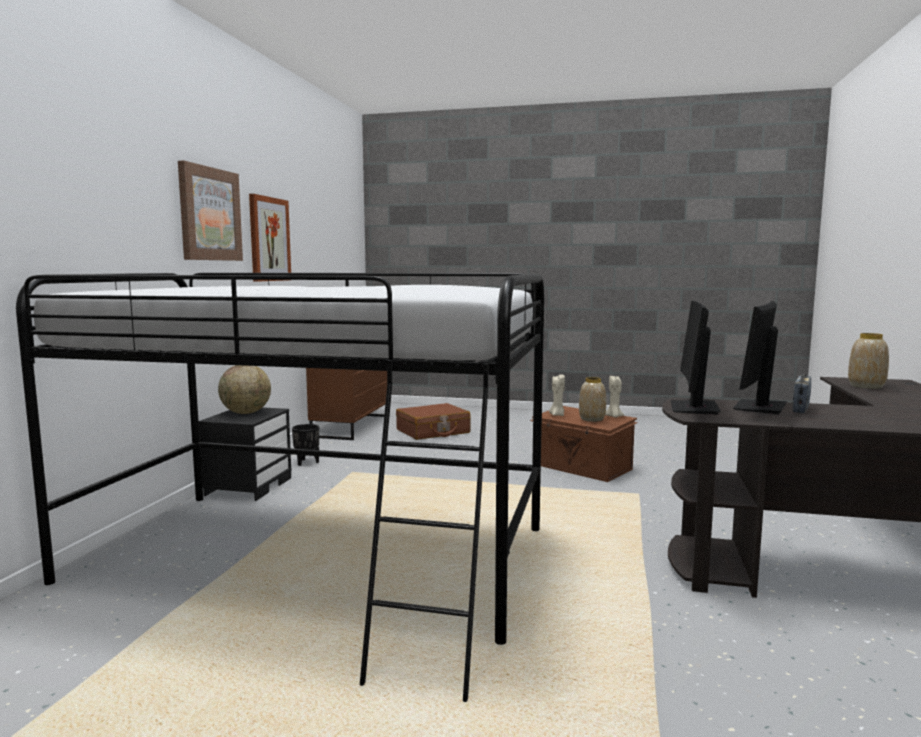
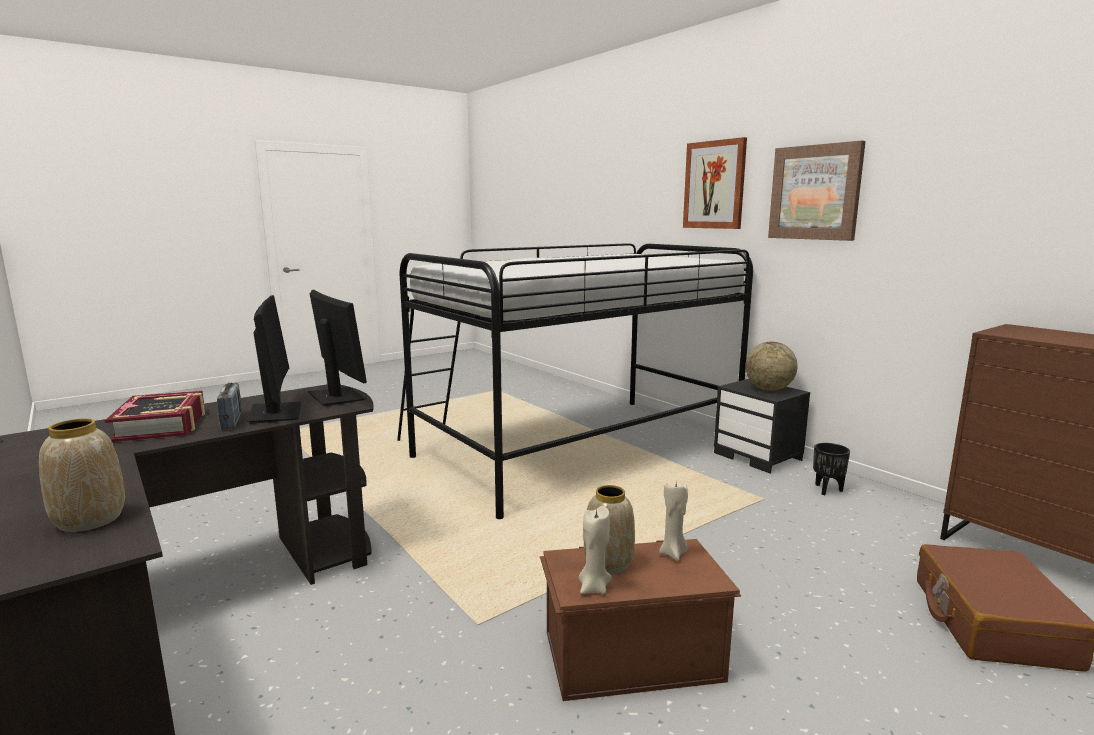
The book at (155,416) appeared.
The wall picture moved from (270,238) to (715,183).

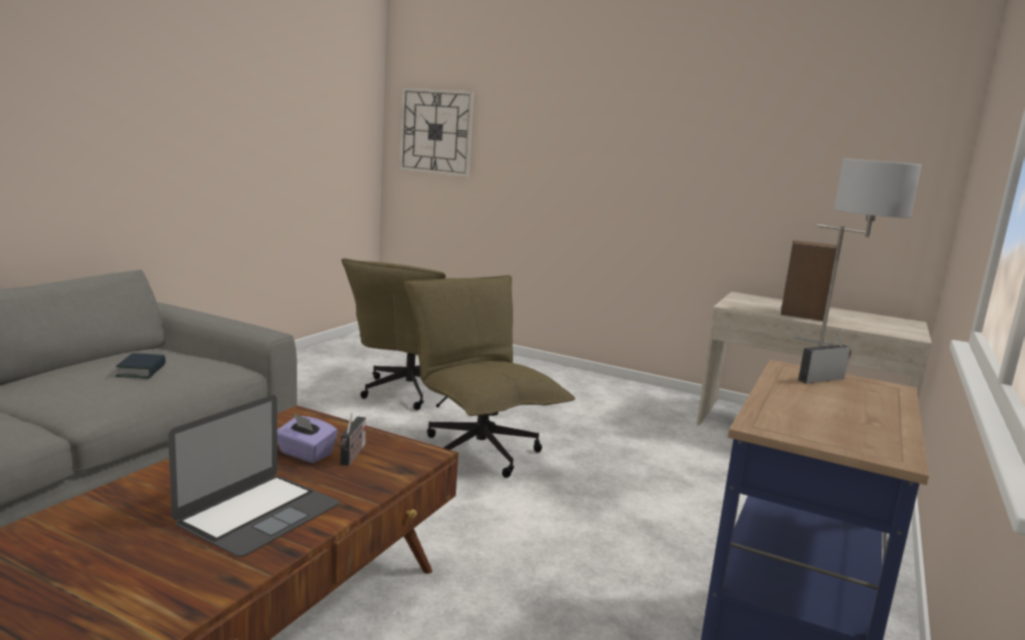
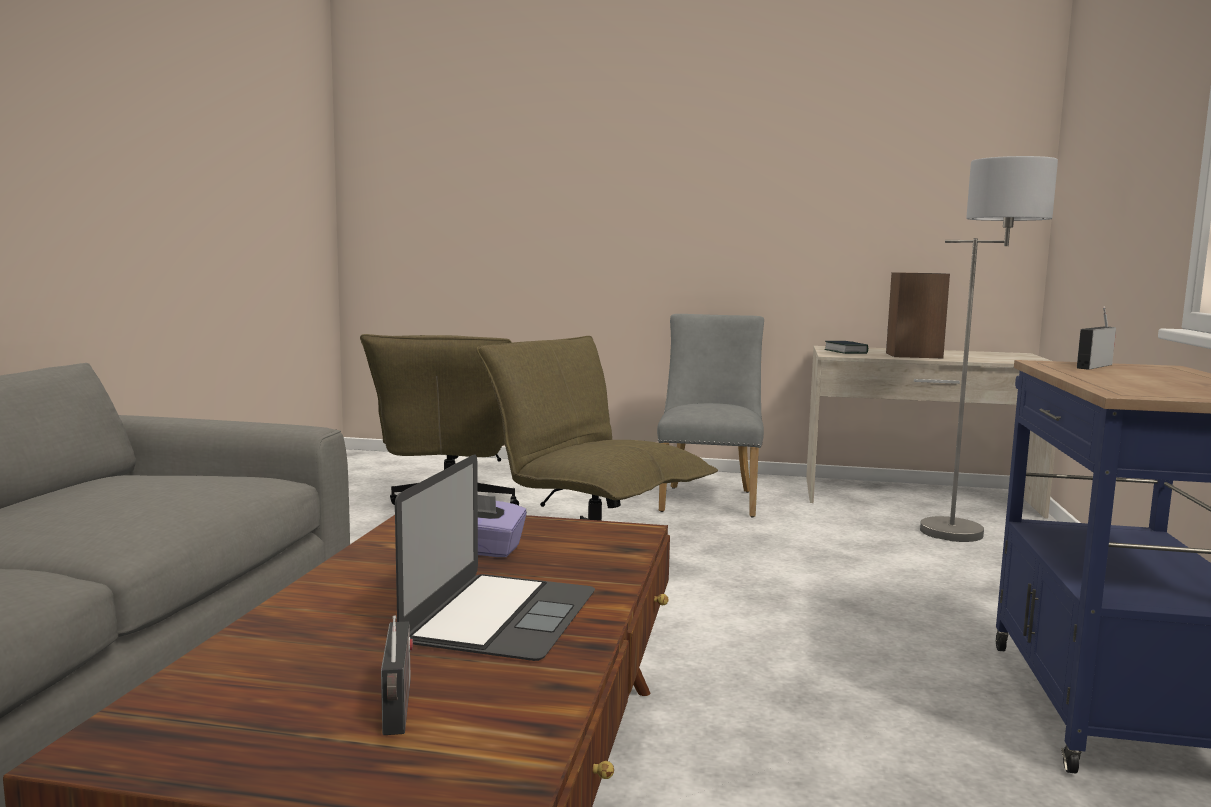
The hanging clock at (436,132) disappeared.
The plain chair in greyish at (710,415) appeared.
The book moved from (140,365) to (846,347).
The radio receiver moved from (353,439) to (397,675).

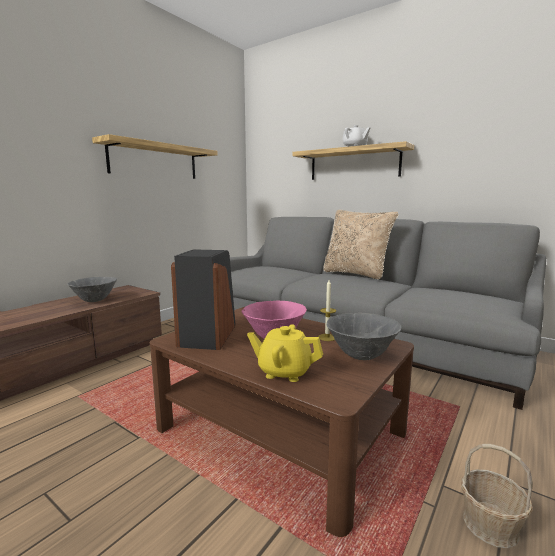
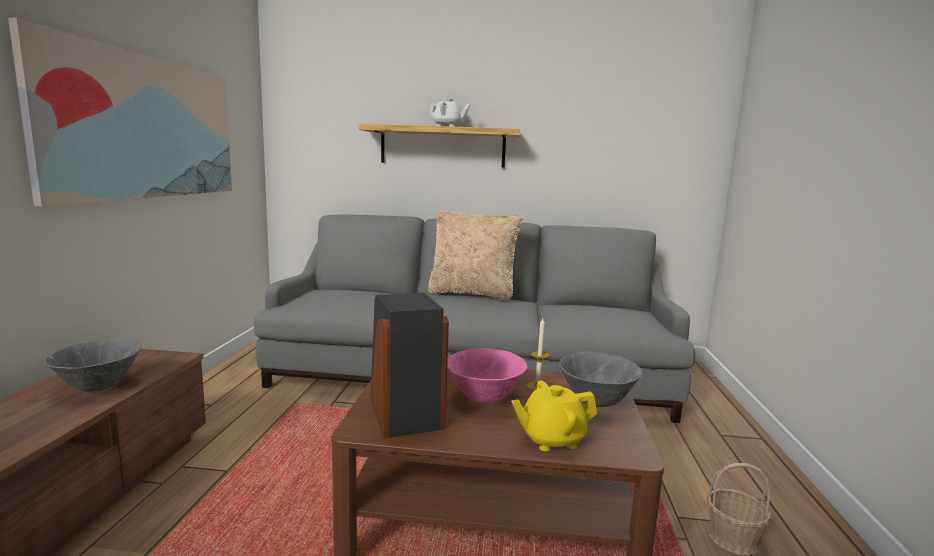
The bracket shelf at (155,156) was replaced by the wall picture at (120,112).

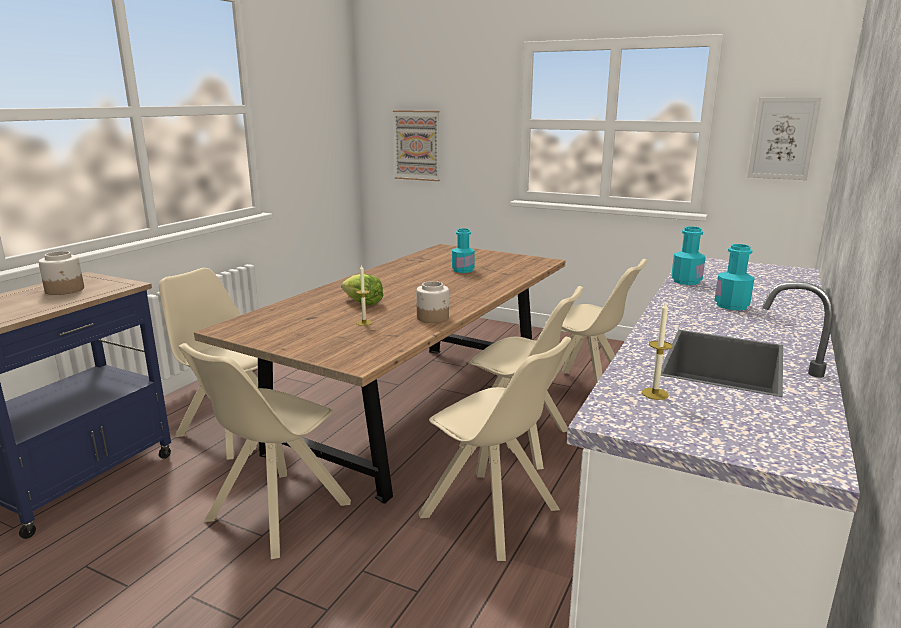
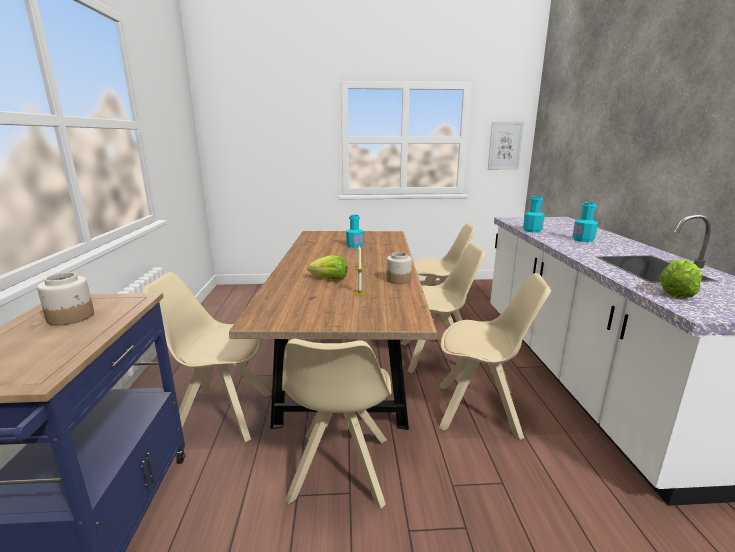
The wall picture at (416,145) disappeared.
The candle at (657,351) was replaced by the lettuce head at (680,279).

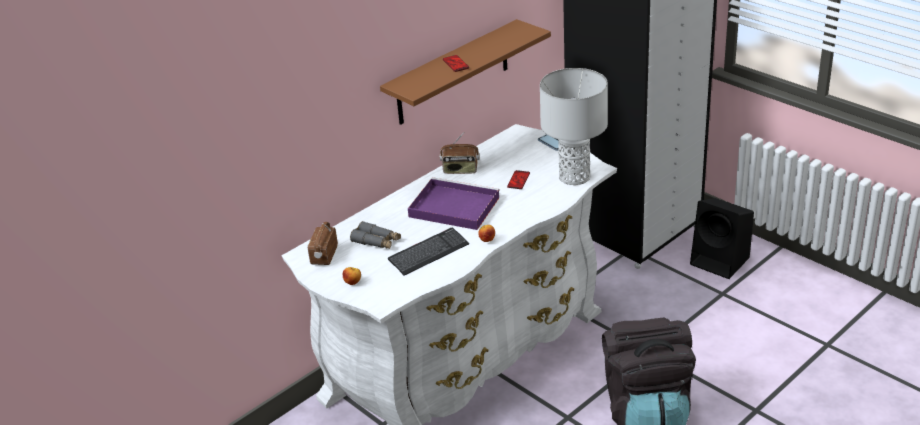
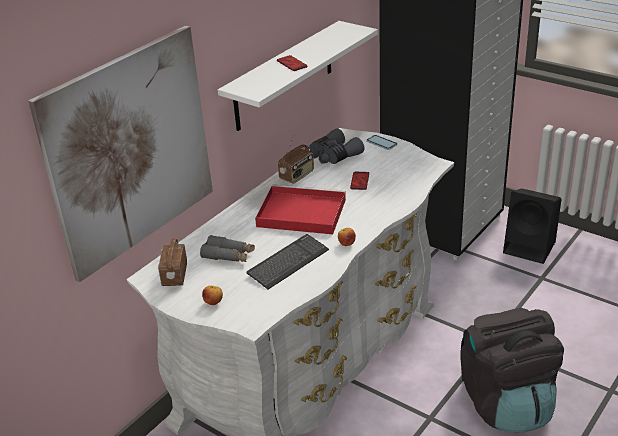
The tabletop lamp in white at (574,126) disappeared.
The wall picture at (120,154) appeared.
The field glasses in greyish at (336,146) appeared.
The bracket shelf in brownish at (465,72) became the bracket shelf in white at (298,76).
The serving tray in purple-coloured at (454,203) became the serving tray in red-coloured at (300,209).
The radio receiver at (460,153) turned 45 degrees counterclockwise.

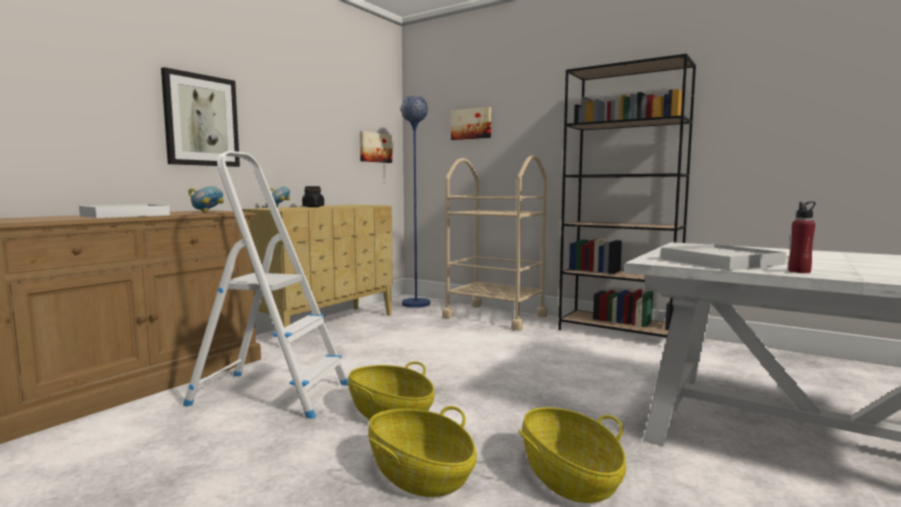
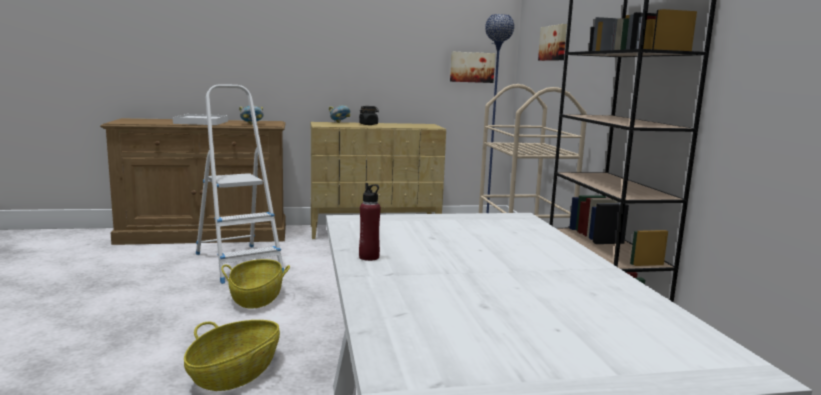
The wall picture at (200,117) disappeared.
The household basket at (422,451) disappeared.
The serving tray in white at (724,257) disappeared.

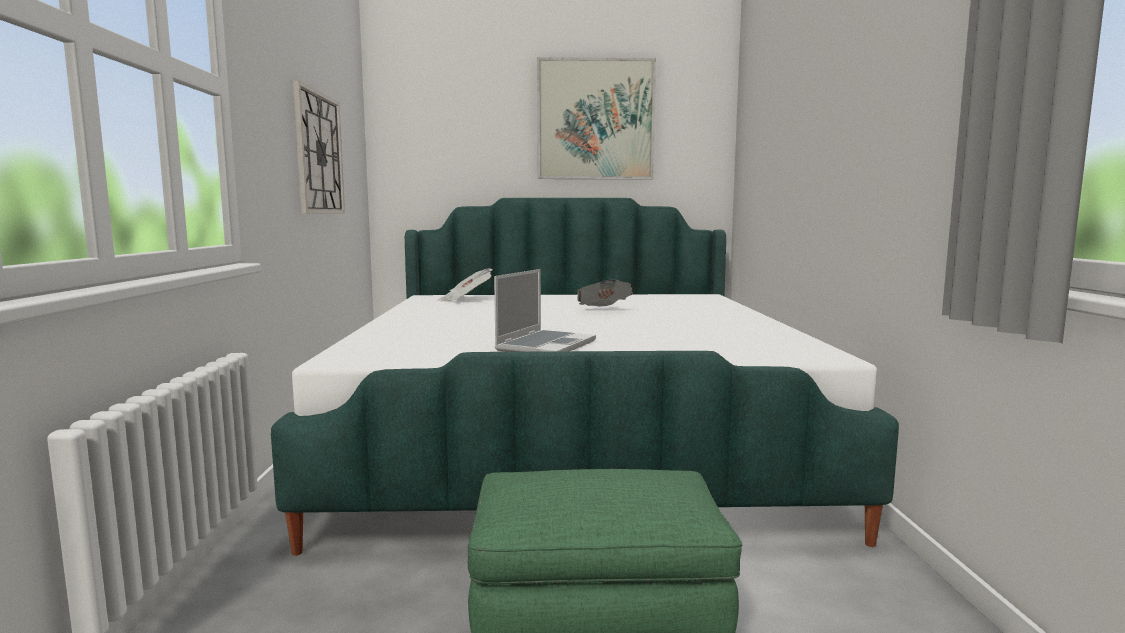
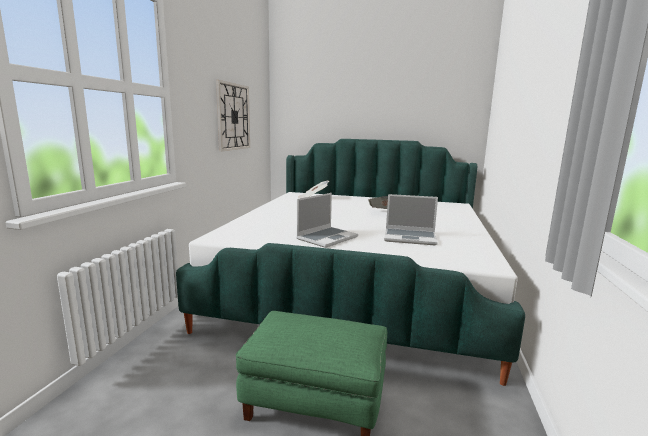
The wall picture at (596,118) disappeared.
The portable computer at (411,219) appeared.

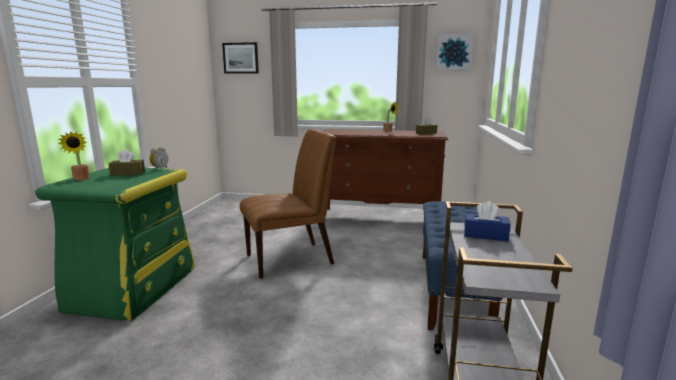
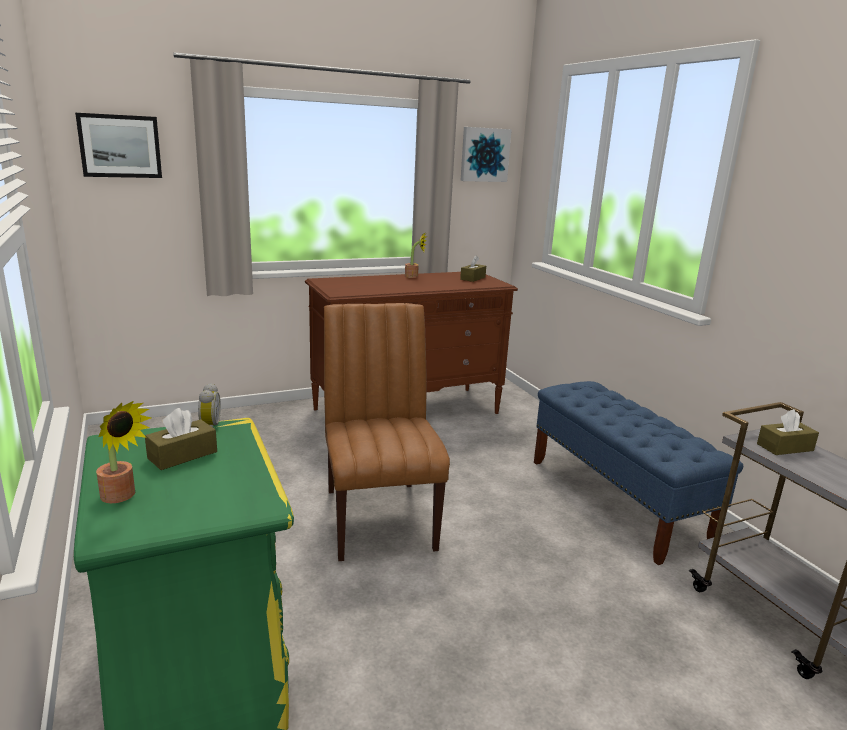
The box of tissues in bluish at (487,221) became the box of tissues in brownish at (788,432).
The plain chair in brownish at (288,204) turned 45 degrees counterclockwise.

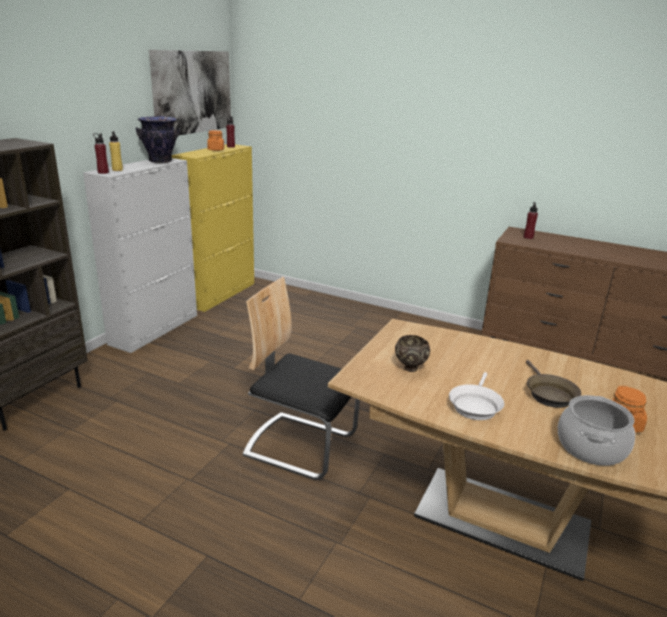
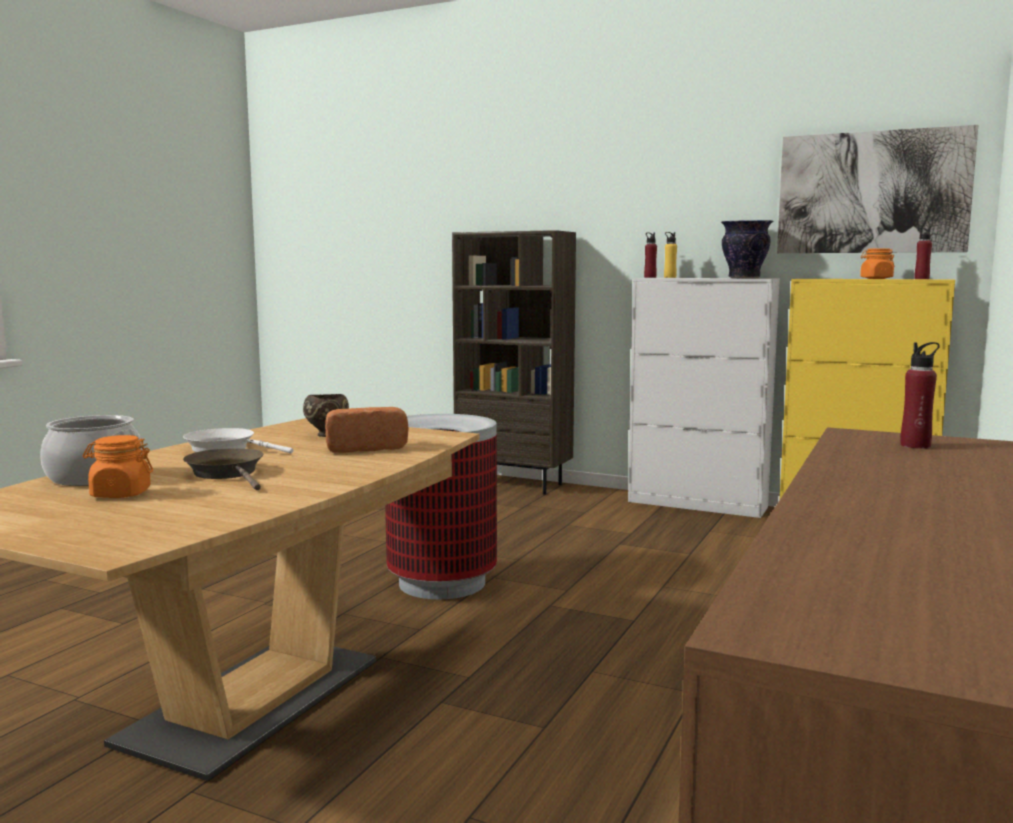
The baked bread at (366,430) appeared.
The plain chair at (301,378) was replaced by the waste bin at (441,506).
The frying pan in brownish at (553,384) turned 60 degrees clockwise.

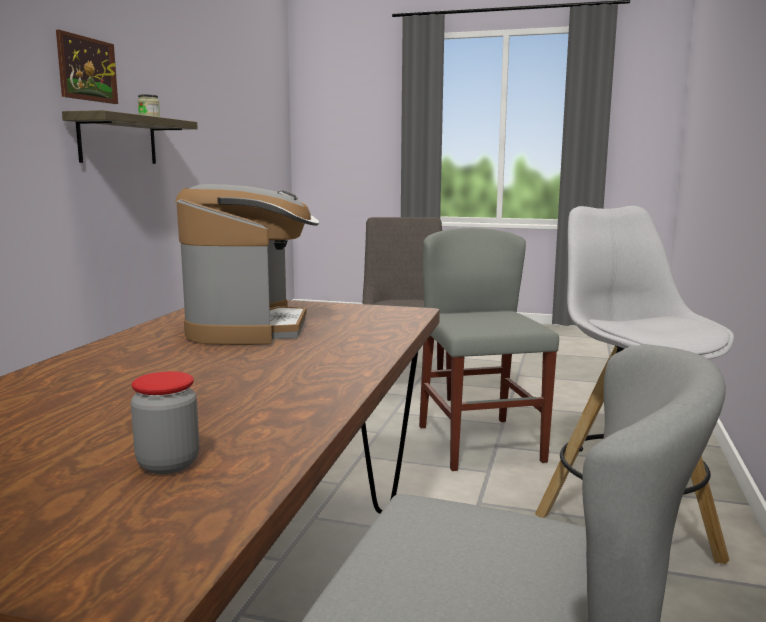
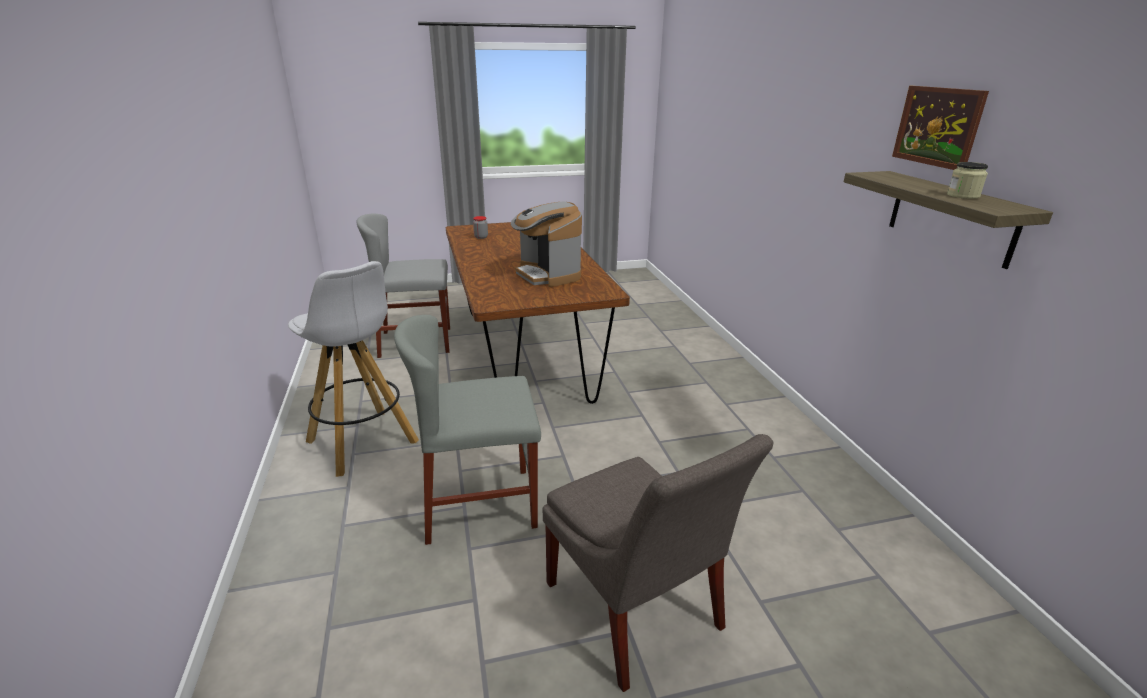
The plain chair in greyish at (489,349) turned 120 degrees clockwise.

